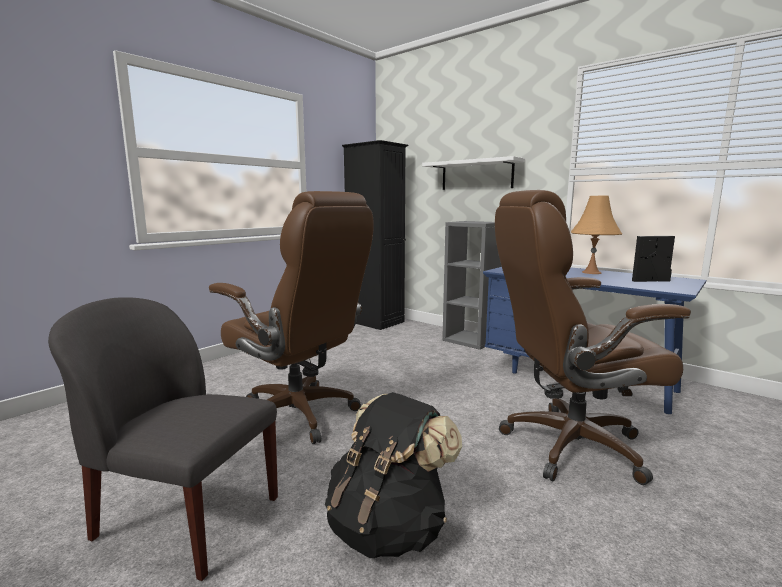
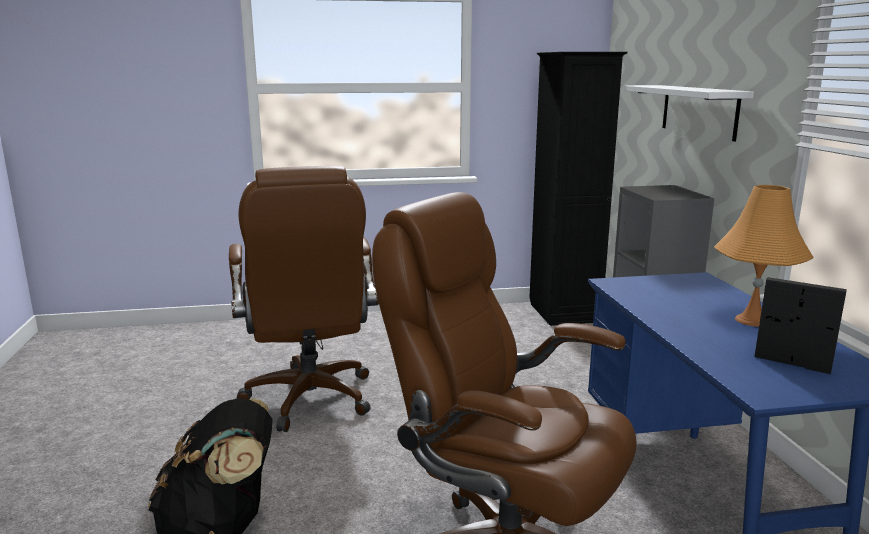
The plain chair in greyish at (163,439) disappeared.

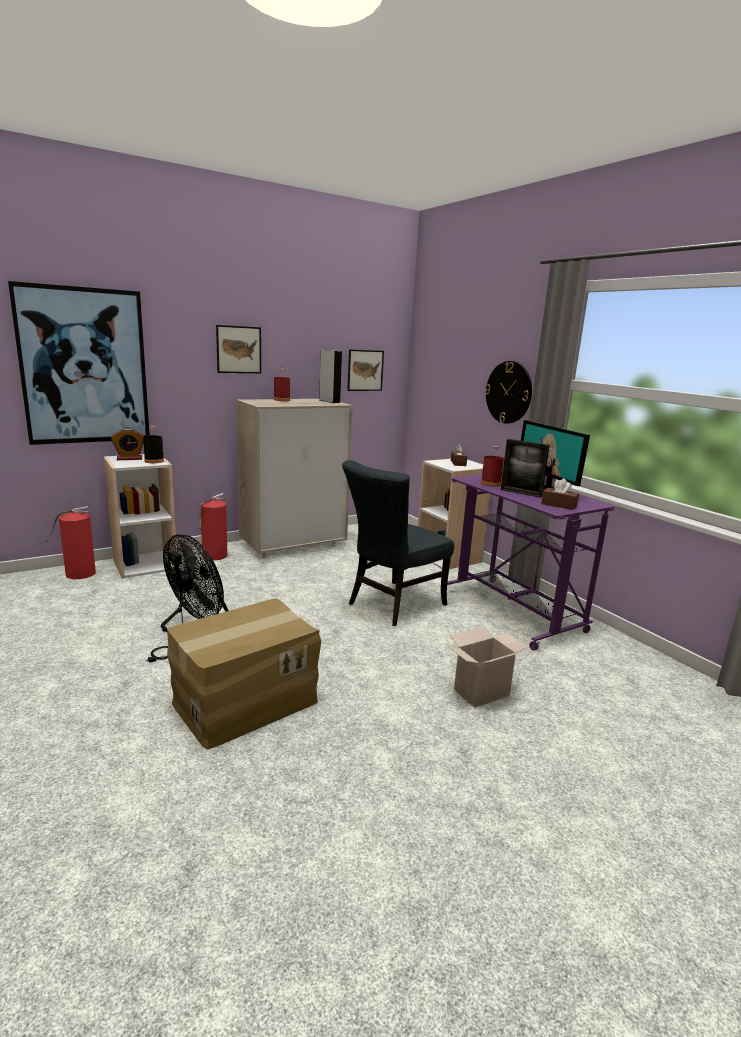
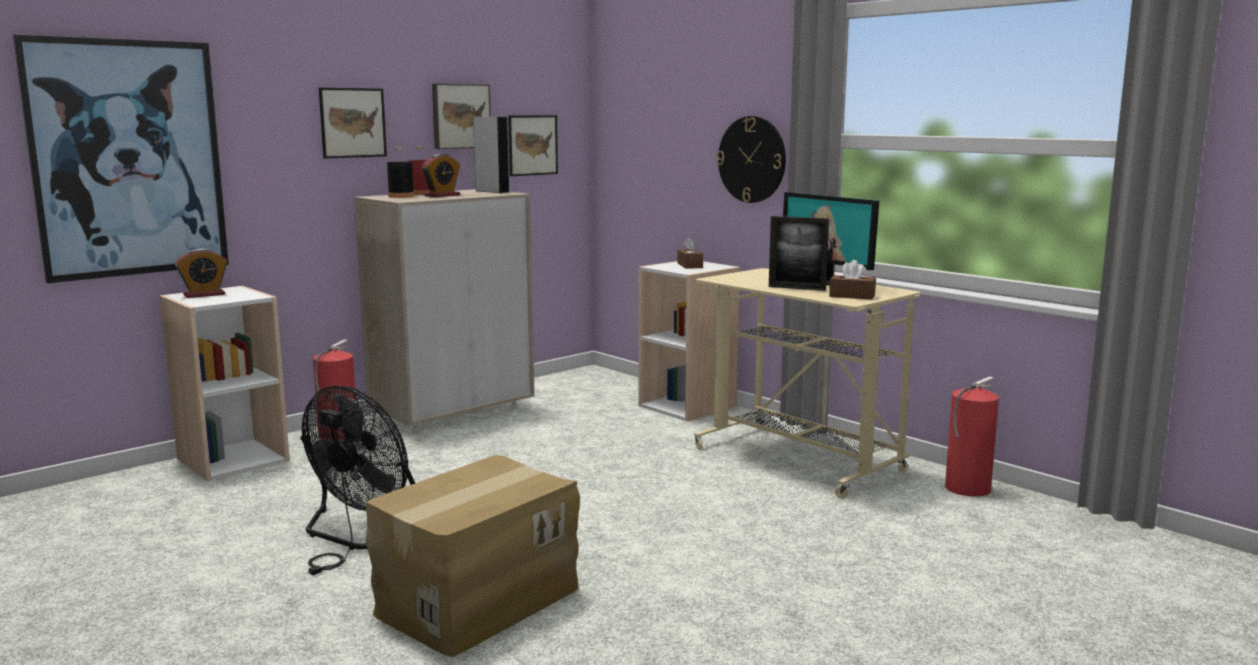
The plain chair in greyish at (398,543) disappeared.
The packing box at (487,667) disappeared.
The bottle in red-coloured at (492,466) disappeared.
The table clock at (441,175) appeared.
The wall picture at (461,116) appeared.
The fire extinguisher moved from (71,542) to (972,436).
The bottle in black moved from (153,444) to (400,172).
The desk table in purple-coloured at (531,561) became the desk table in sand-coloured at (807,383).

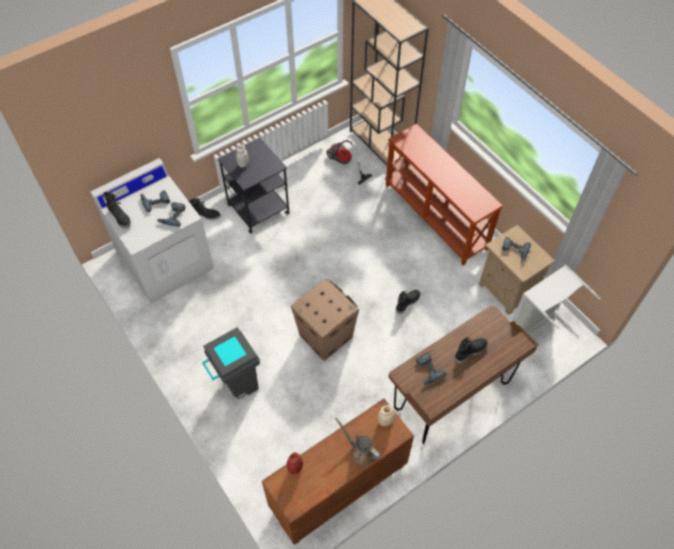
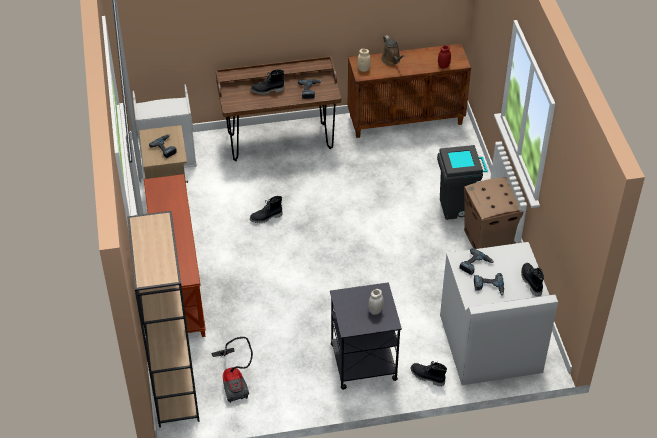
The packing box moved from (325,320) to (495,213).

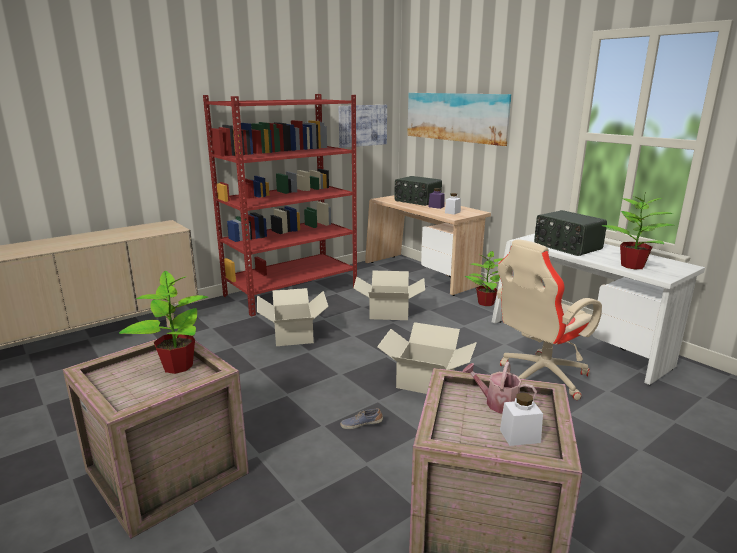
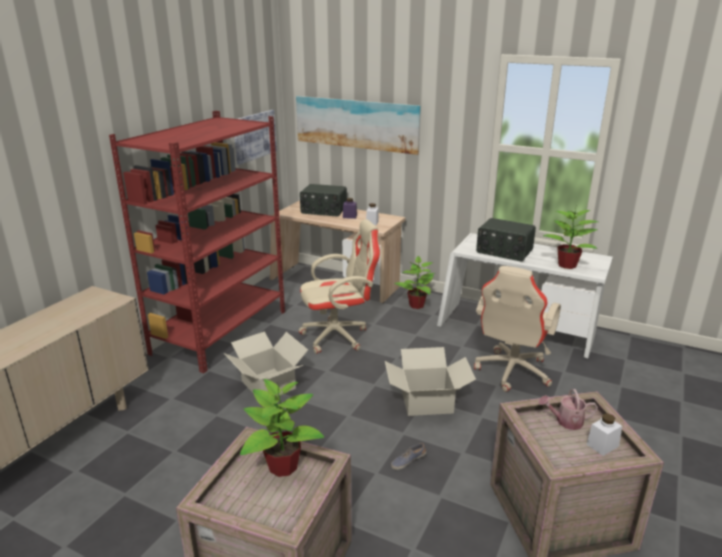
The packing box at (389,295) was replaced by the desk chair in sand-coloured at (339,286).

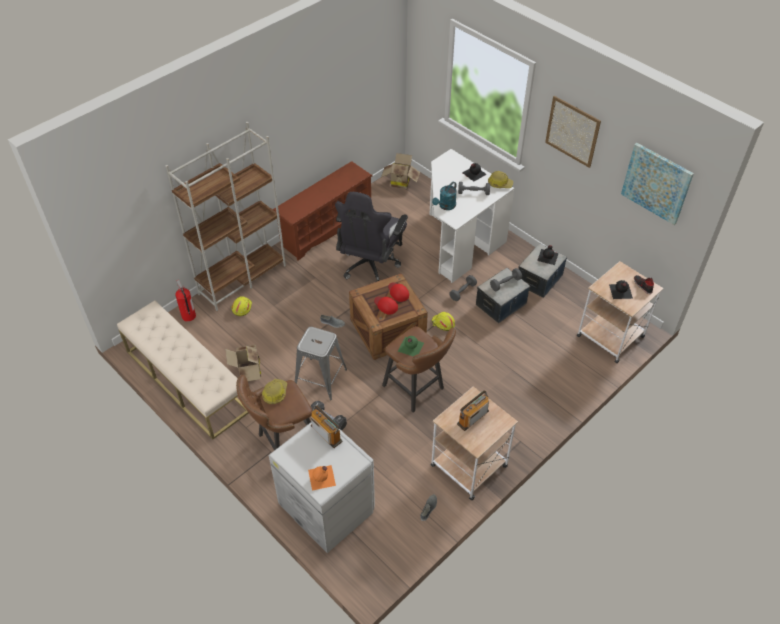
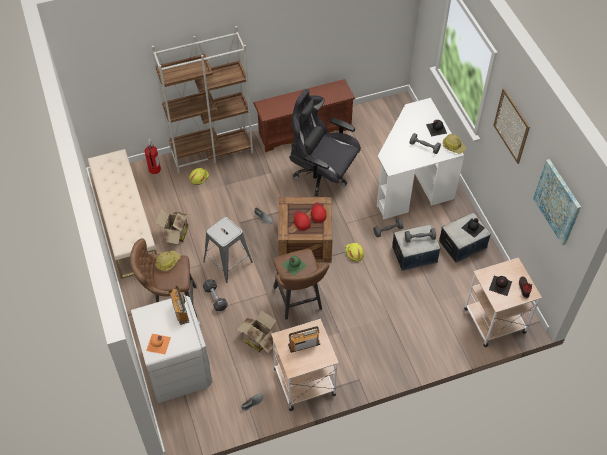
The watering can in turquoise at (444,195) disappeared.
The packing box moved from (400,171) to (256,331).
The desk chair in black at (371,237) turned 75 degrees clockwise.

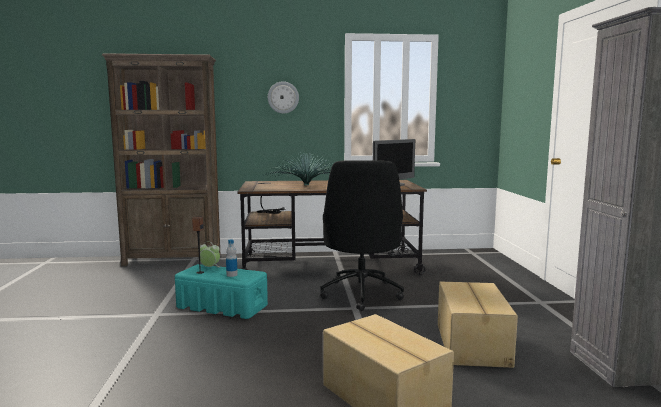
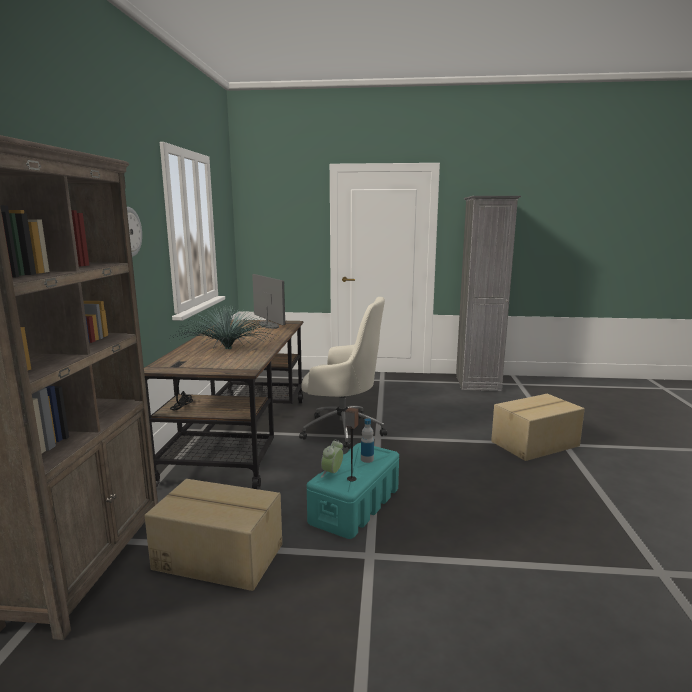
The packing box moved from (478,324) to (213,535).
The desk chair in black at (362,235) became the desk chair in sand-coloured at (343,373).

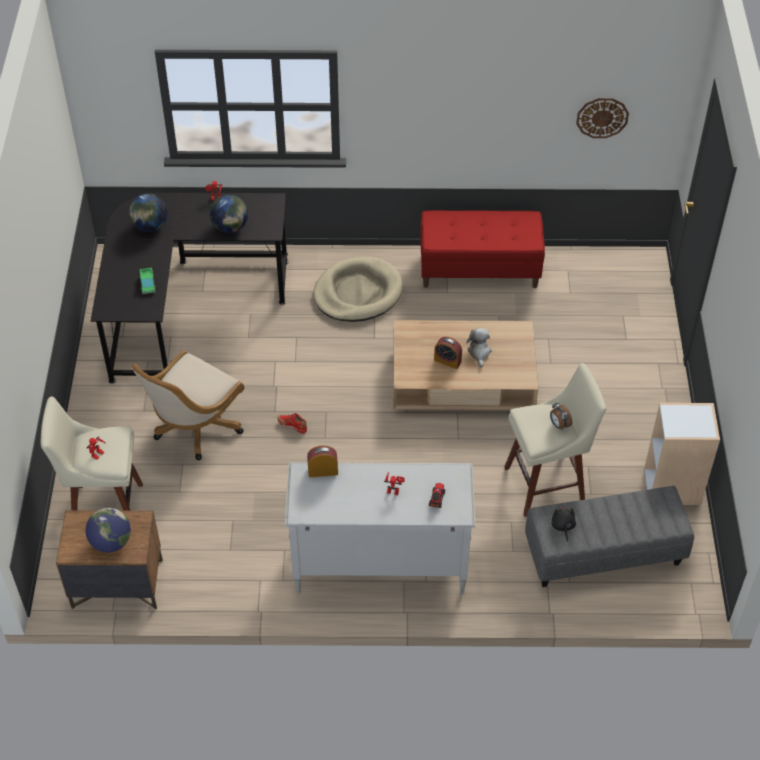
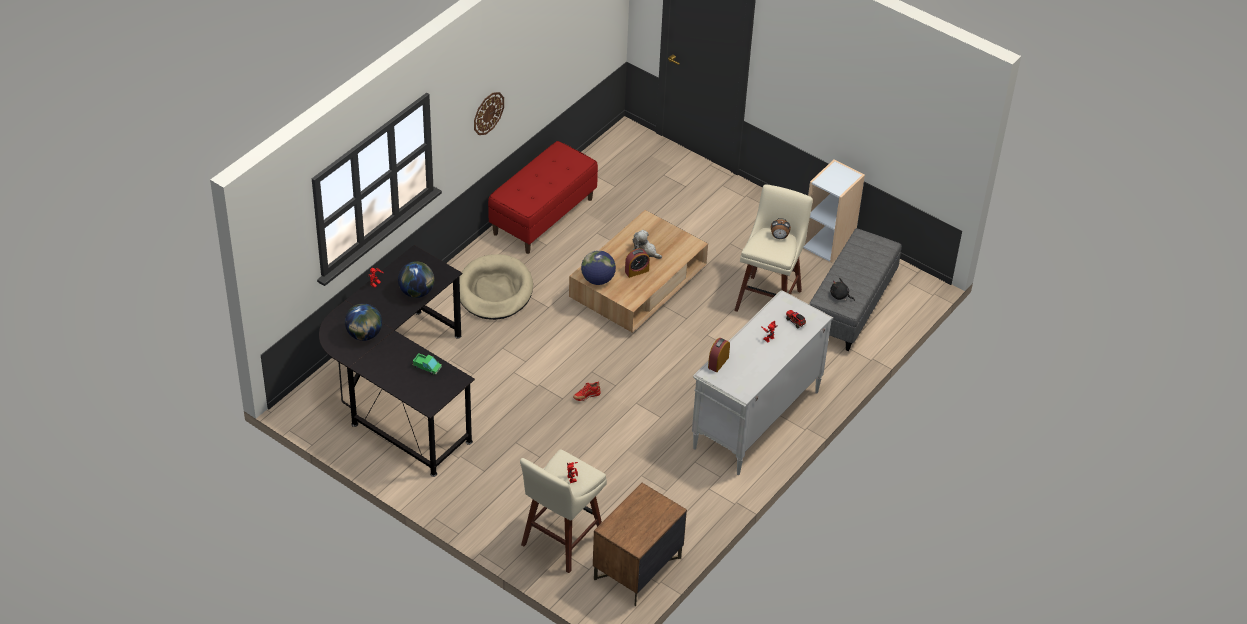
The desk chair at (188,405) disappeared.
The desk globe moved from (108,530) to (598,267).
The hanging clock moved from (602,118) to (489,113).

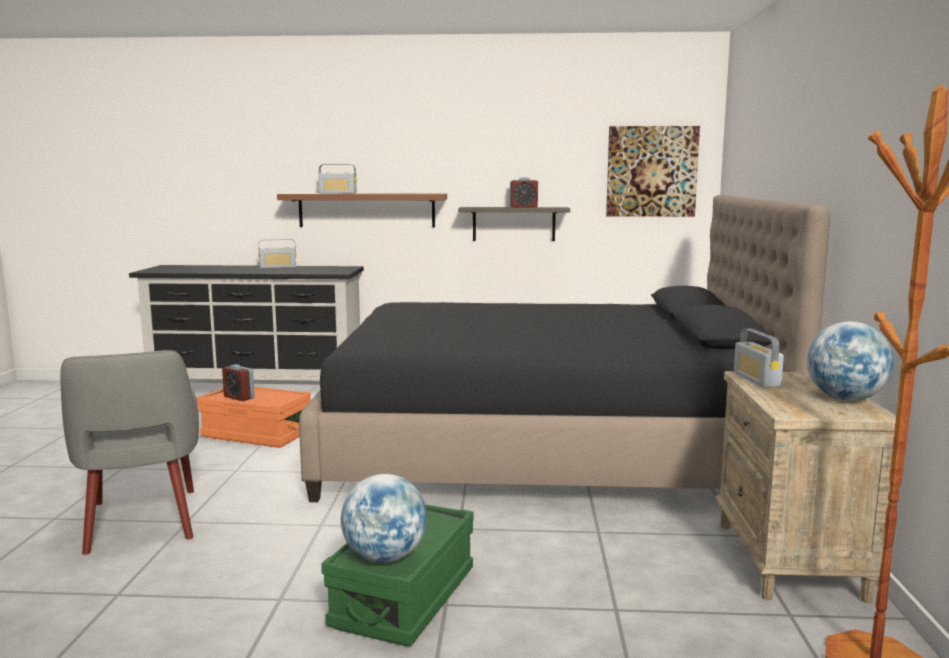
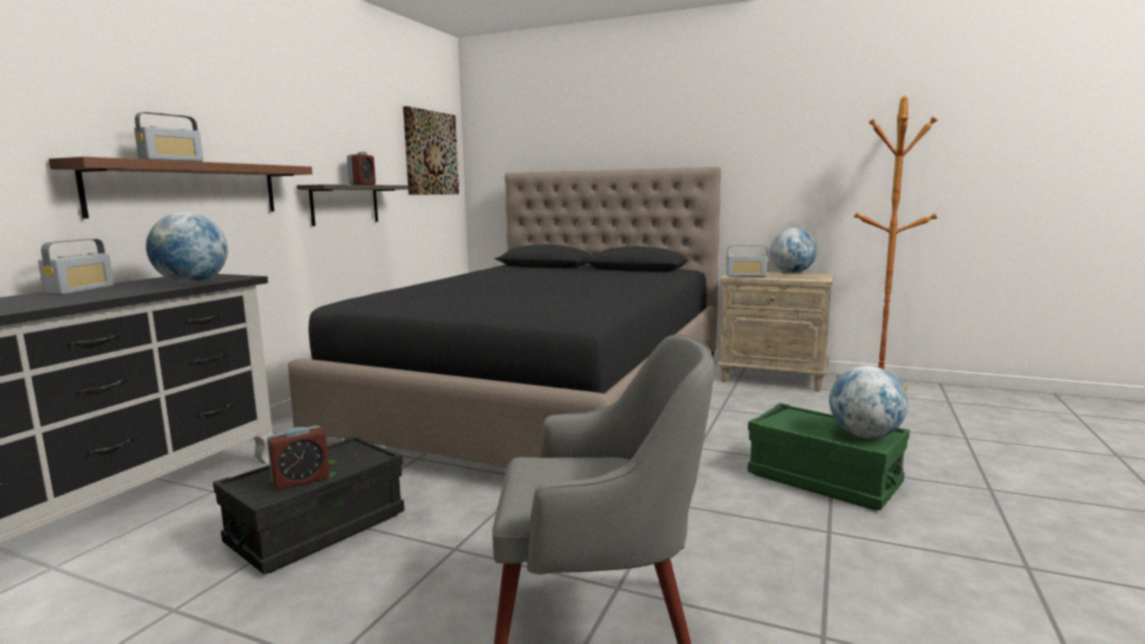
The desk globe at (187,248) appeared.
The storage bin in orange at (254,417) became the storage bin in black at (308,505).

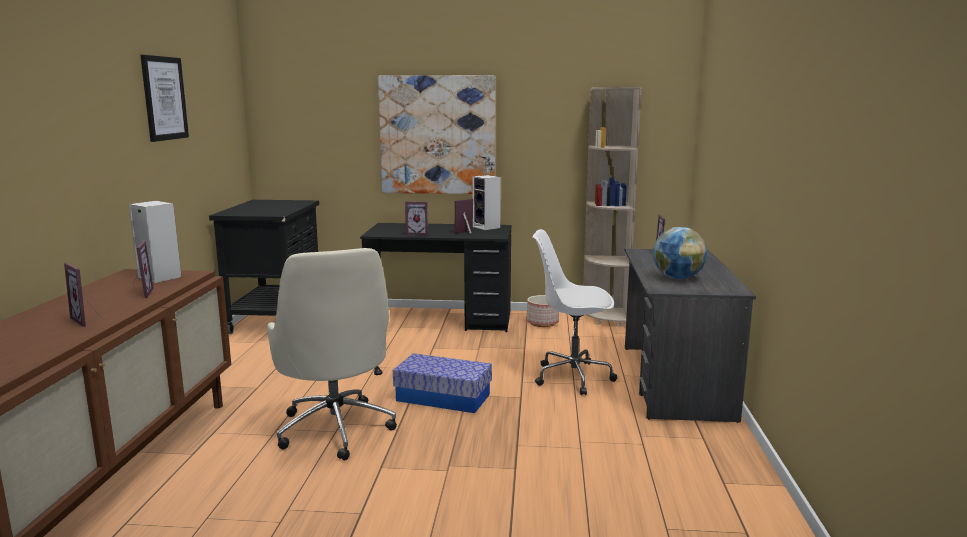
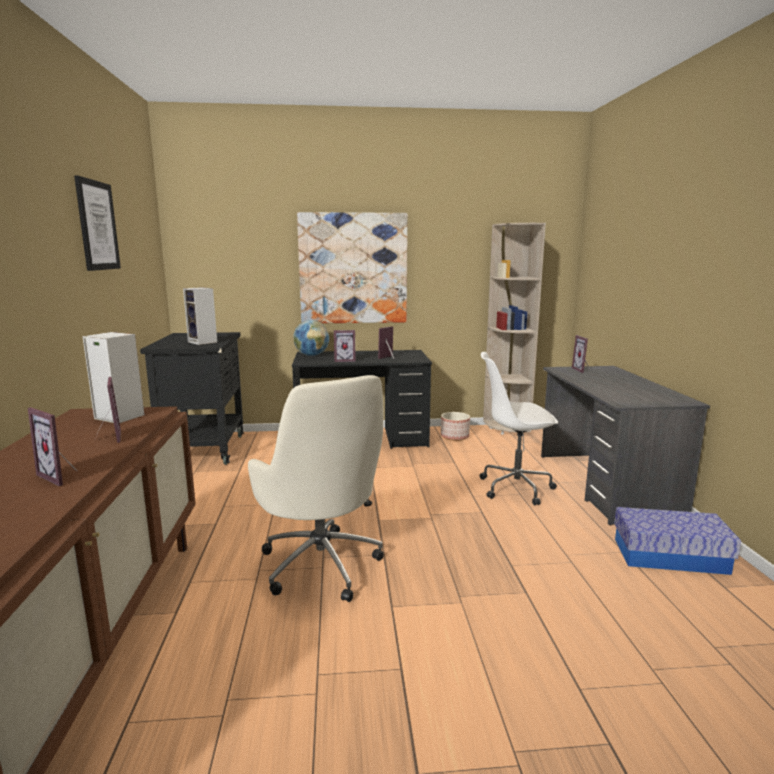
The storage bin moved from (442,383) to (677,541).
The speaker moved from (486,202) to (200,316).
The desk globe moved from (680,253) to (311,338).

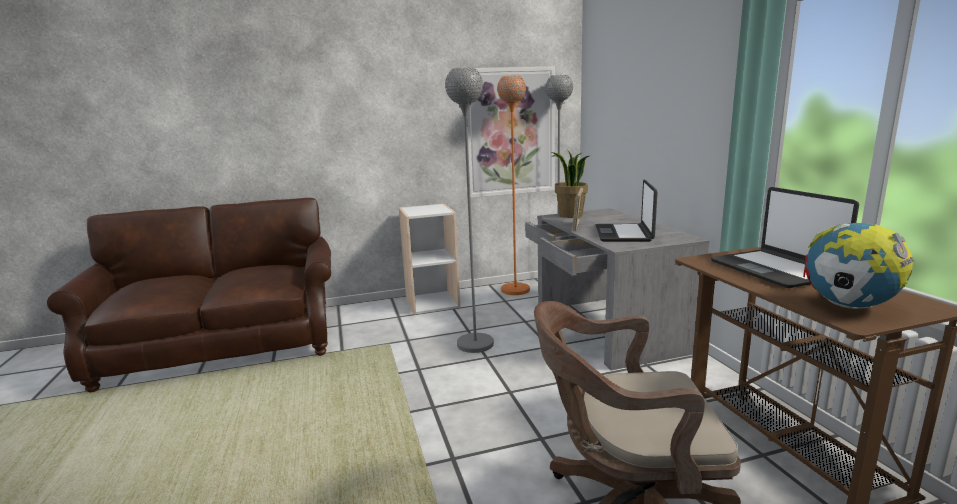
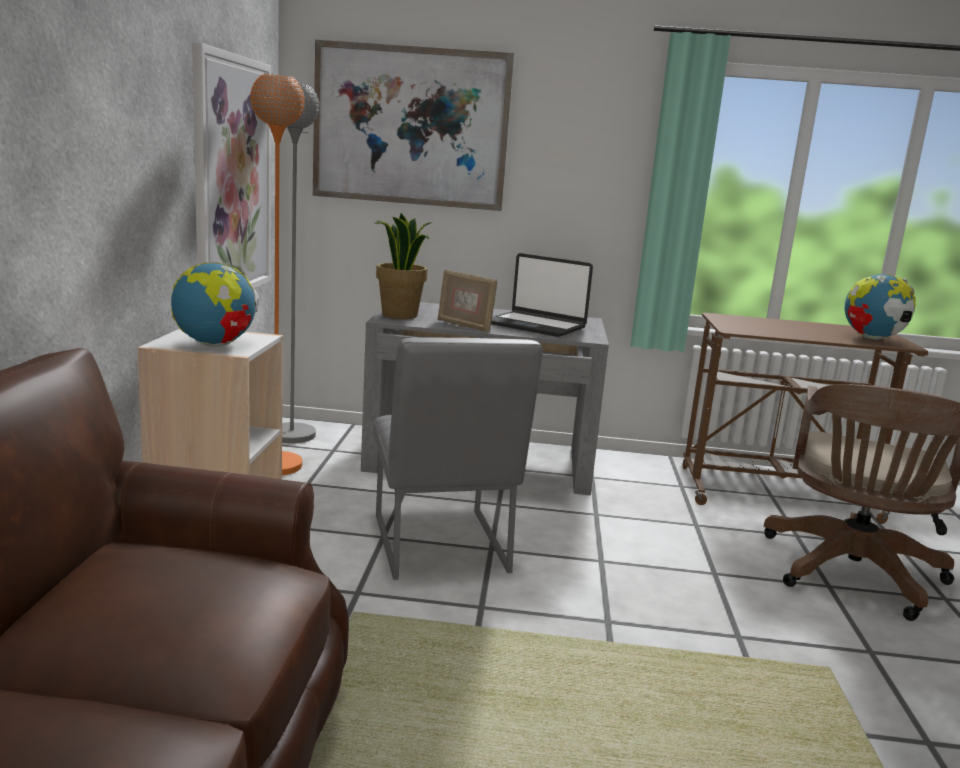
The portable computer at (785,237) disappeared.
The desk globe at (215,304) appeared.
The wall picture at (413,125) appeared.
The standard lamp in greyish at (469,210) was replaced by the plain chair in greyish at (458,458).

